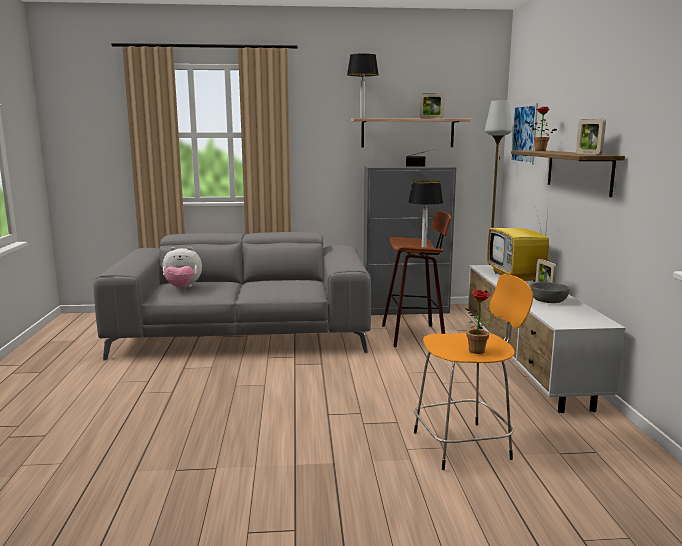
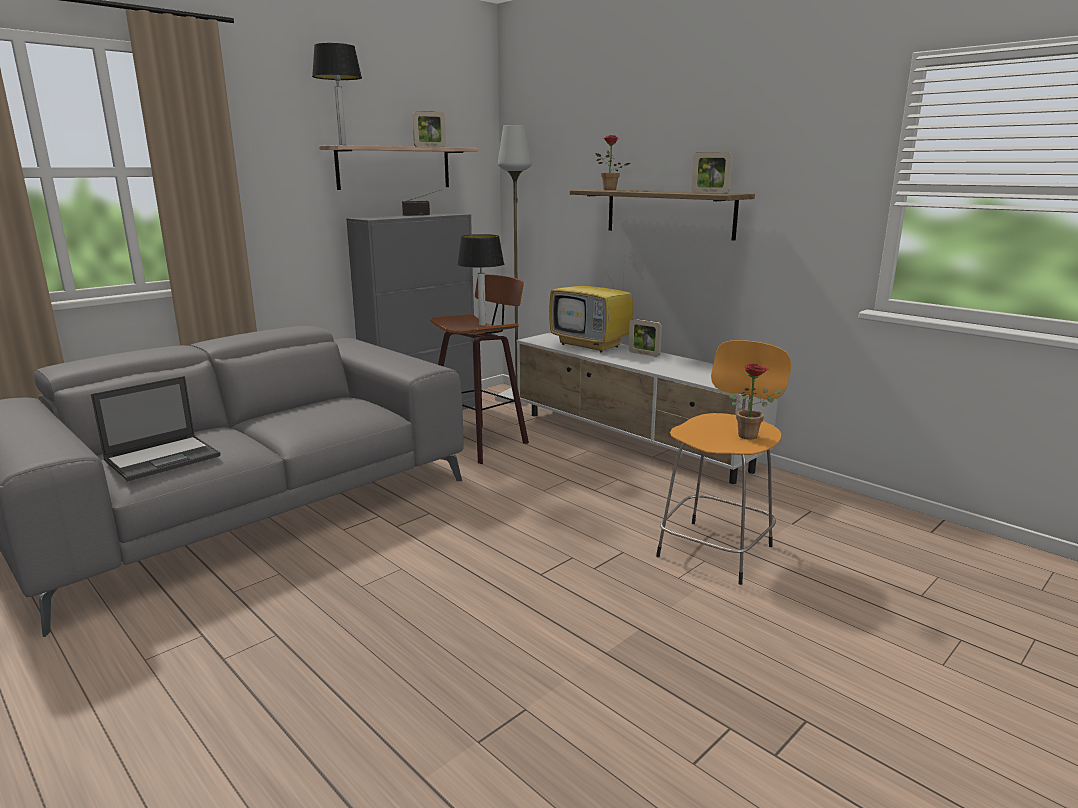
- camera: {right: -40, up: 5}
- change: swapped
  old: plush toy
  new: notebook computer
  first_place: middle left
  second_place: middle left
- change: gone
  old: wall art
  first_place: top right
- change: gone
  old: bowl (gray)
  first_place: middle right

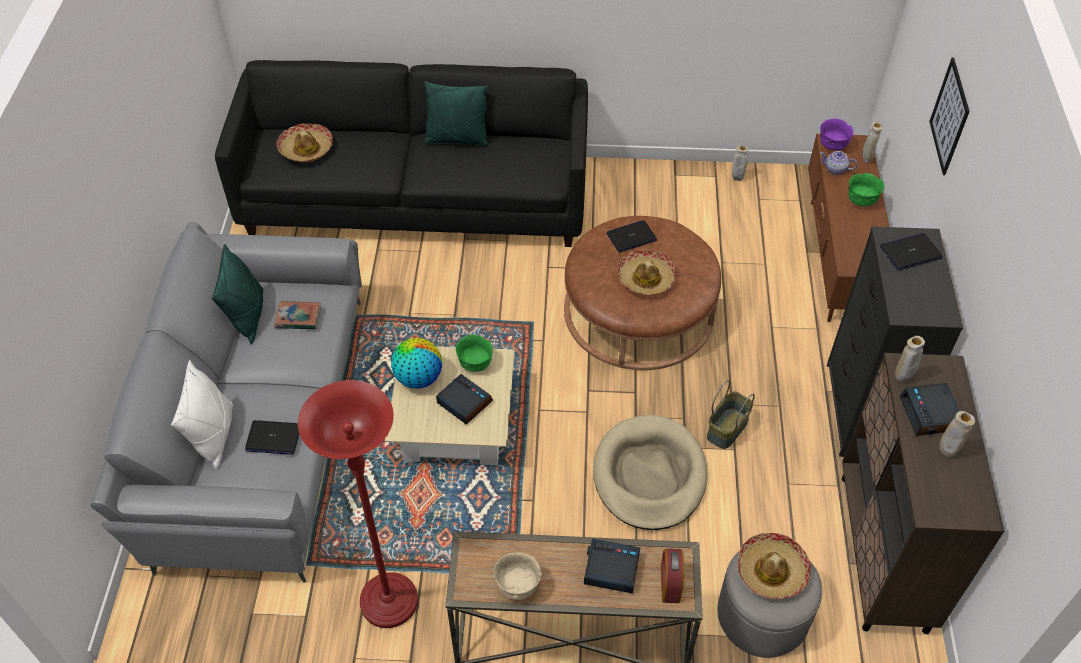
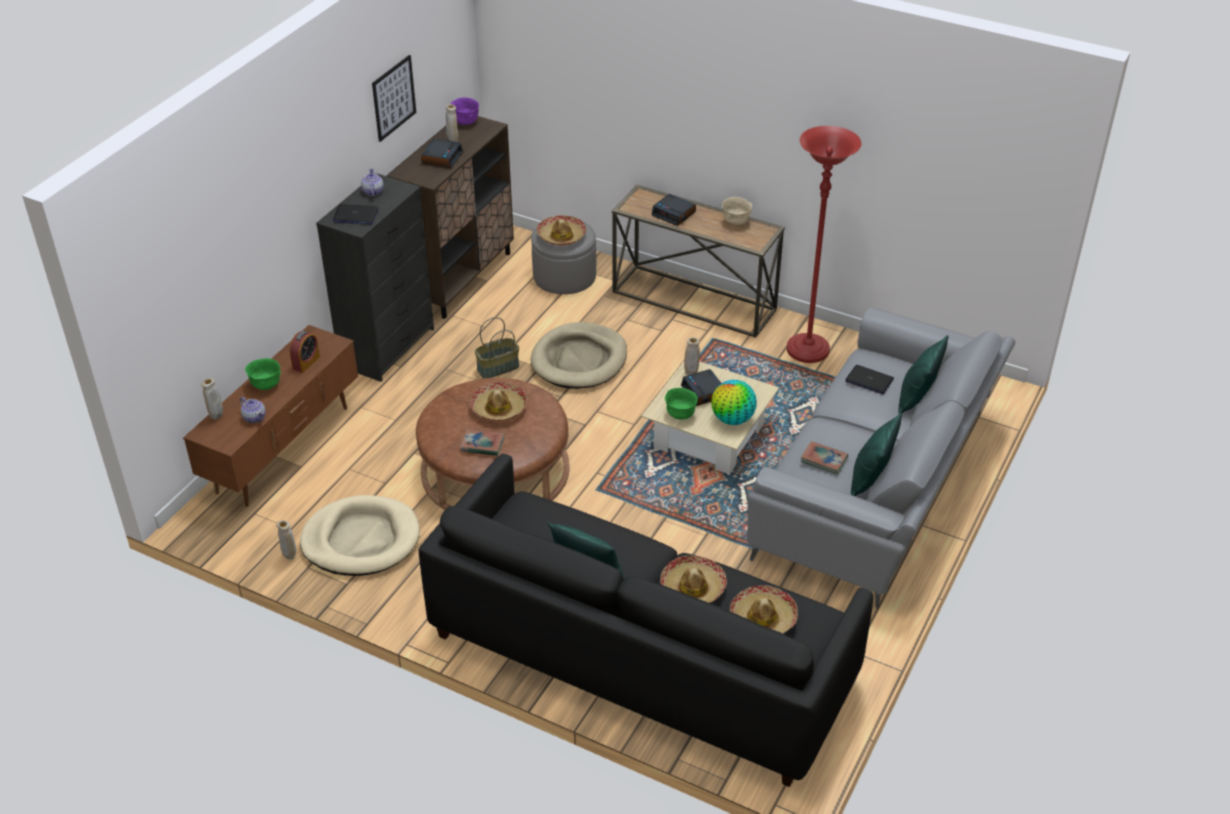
- camera: {right: -155, up: -10}
- change: shifted
  old: bedside clock (no. 3 from left in the first image)
  new: bedside clock (no. 1 from left)
  first_place: bottom centre
  second_place: middle left
- change: new
  new: pet bed (beige) (no. 1 from left)
  second_place: middle left
- change: new
  new: pot for tea (no. 2 from left)
  second_place: top left
- change: shifted
  old: wall art
  first_place: top right
  second_place: top left
- change: shifted
  old: bowl (purple)
  first_place: top right
  second_place: top centre
- change: swapped
  old: notebook computer (no. 2 from left)
  new: book (no. 1 from left)
  first_place: centre
  second_place: centre
- change: new
  new: hat (no. 3 from left)
  second_place: bottom centre
- change: shifted
  old: decorative vase (beige) (no. 3 from left in the first image)
  new: decorative vase (beige) (no. 4 from left)
  first_place: middle right
  second_place: centre
- change: repainted
  old: pillow (whitish)
  new: pillow (green-coloured) (no. 3 from left)
  first_place: middle left
  second_place: middle right

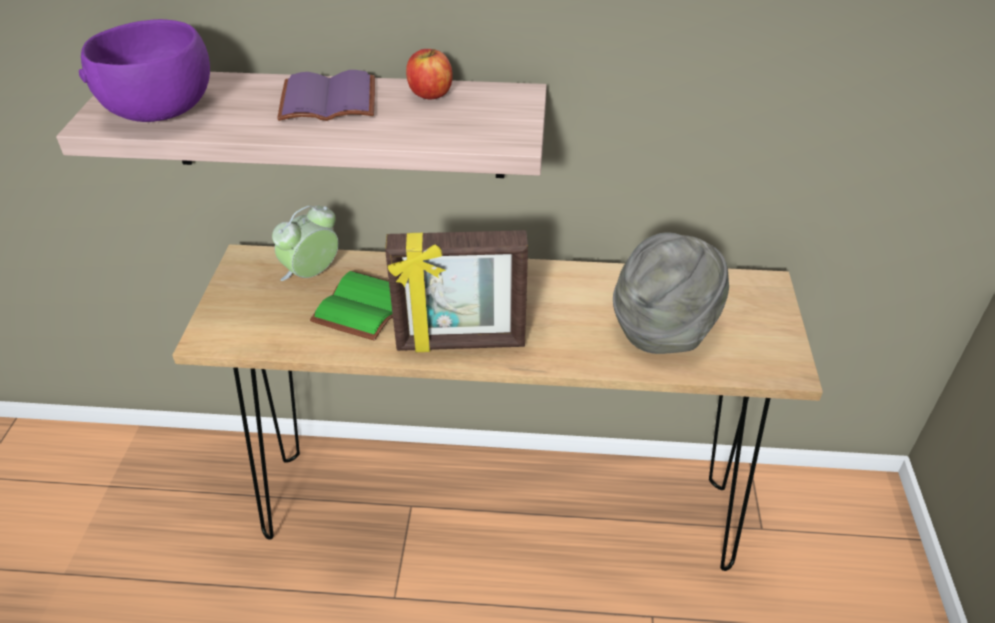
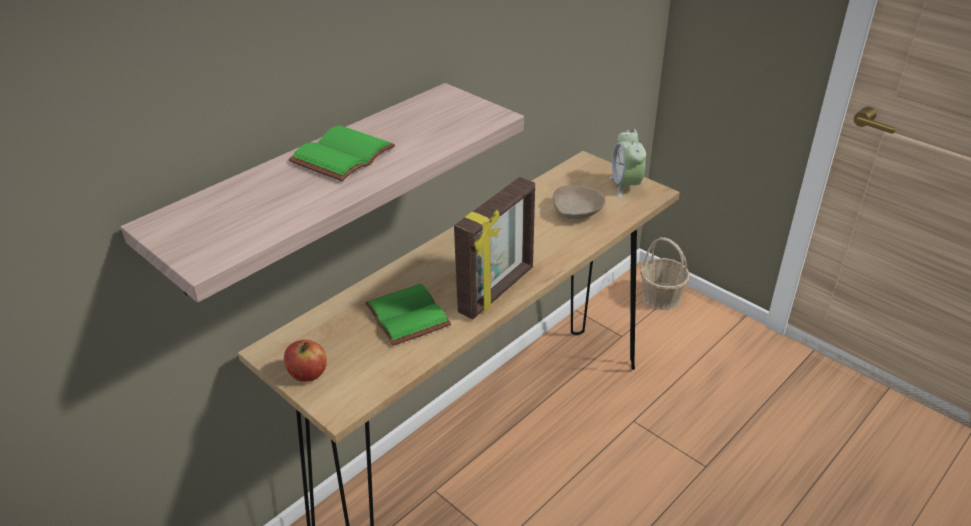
- camera: {right: -50, up: -5}
- change: shifted
  old: apple fruit
  first_place: top centre
  second_place: bottom left
- change: repainted
  old: book (purple)
  new: book (green-coloured) (no. 1 from left)
  first_place: top left
  second_place: top centre
- change: swapped
  old: hat (gray)
  new: bowl (beige)
  first_place: middle right
  second_place: centre
- change: shifted
  old: bedside clock
  first_place: middle left
  second_place: top centre
- change: new
  new: storage basket
  second_place: middle right
- change: gone
  old: bowl (purple)
  first_place: top left

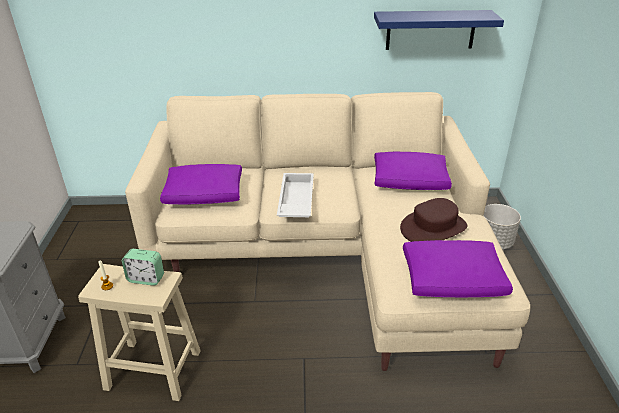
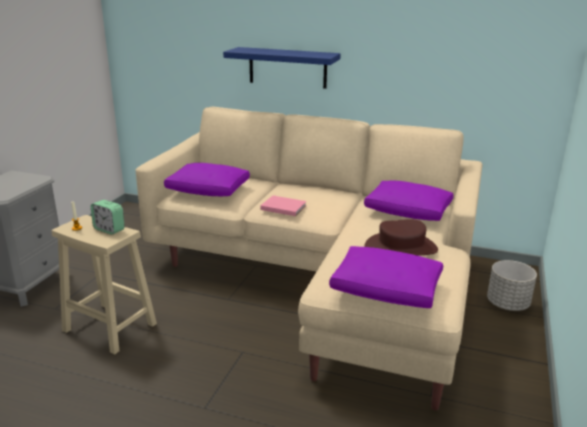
- camera: {right: 20, up: -10}
- change: shifted
  old: shelf (blue)
  first_place: top right
  second_place: top centre
- change: swapped
  old: tray (whitish)
  new: book (pink-coloured)
  first_place: centre
  second_place: centre

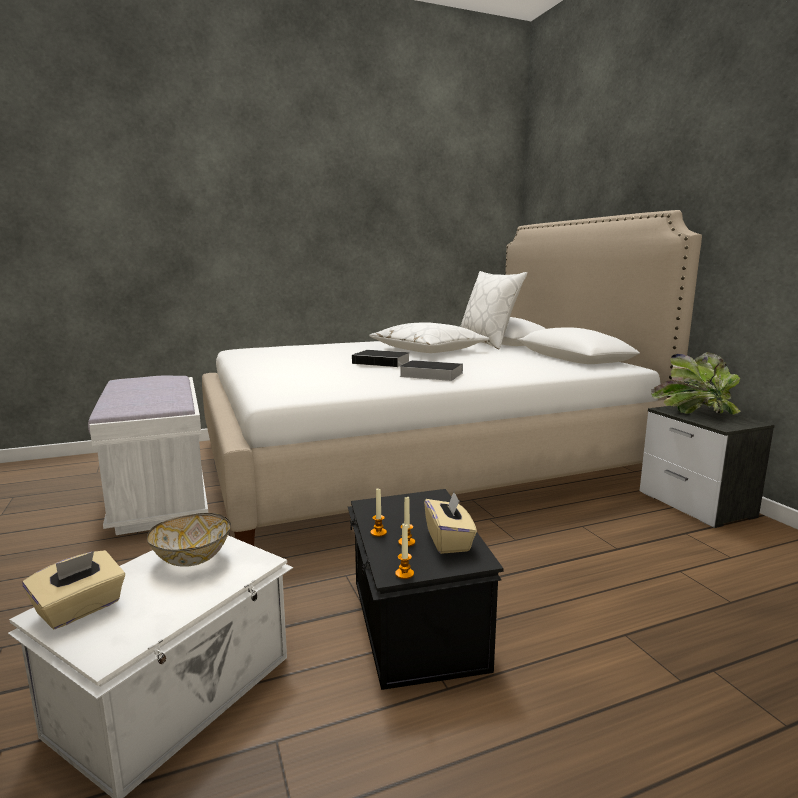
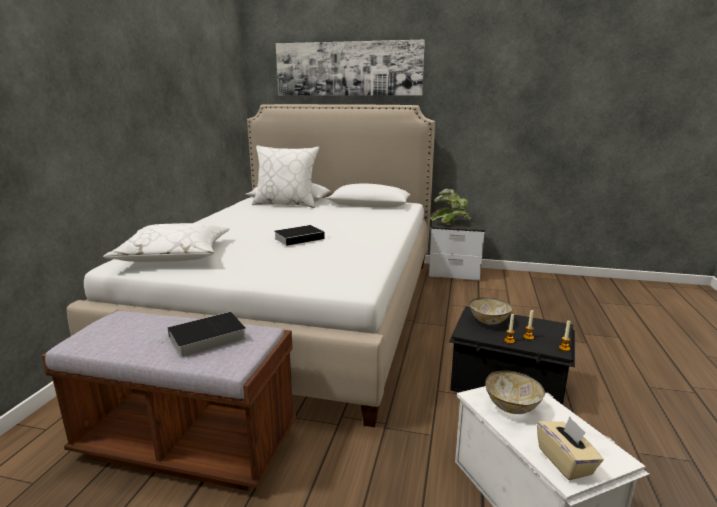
- camera: {right: -55, up: 5}
- change: repainted
  old: bench (whitish)
  new: bench (brown)
  first_place: middle left
  second_place: bottom left
- change: shifted
  old: pillow (whitish) (no. 1 from left)
  first_place: centre
  second_place: middle left
- change: shifted
  old: book (no. 2 from left in the first image)
  new: book (no. 1 from left)
  first_place: centre
  second_place: middle left
- change: new
  new: wall art
  second_place: top centre
- change: new
  new: bowl (no. 1 from left)
  second_place: middle right
- change: gone
  old: box of tissues (beige) (no. 2 from left)
  first_place: centre

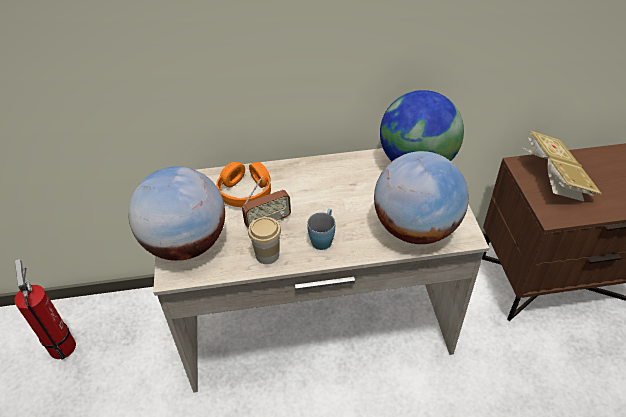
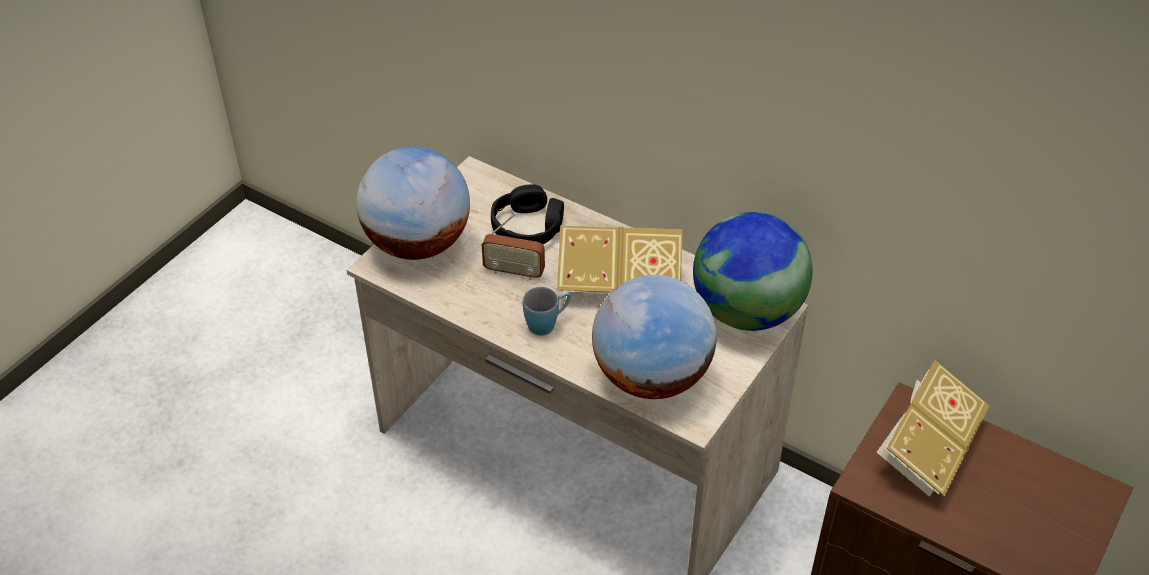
- camera: {right: 40, up: 0}
- change: repainted
  old: headset (orange-coloured)
  new: headset (black-coloured)
  first_place: centre
  second_place: centre
- change: new
  new: book (no. 1 from left)
  second_place: centre
- change: gone
  old: fire-fighting cylinder
  first_place: bottom left
- change: gone
  old: small cup
  first_place: centre

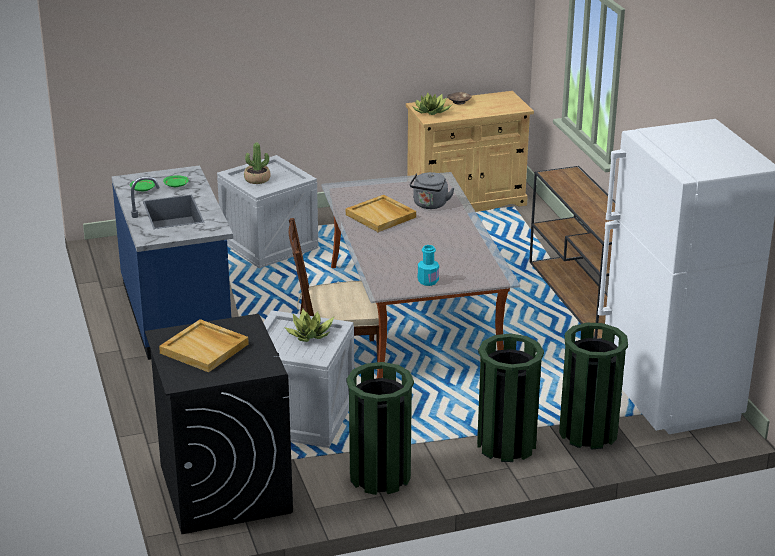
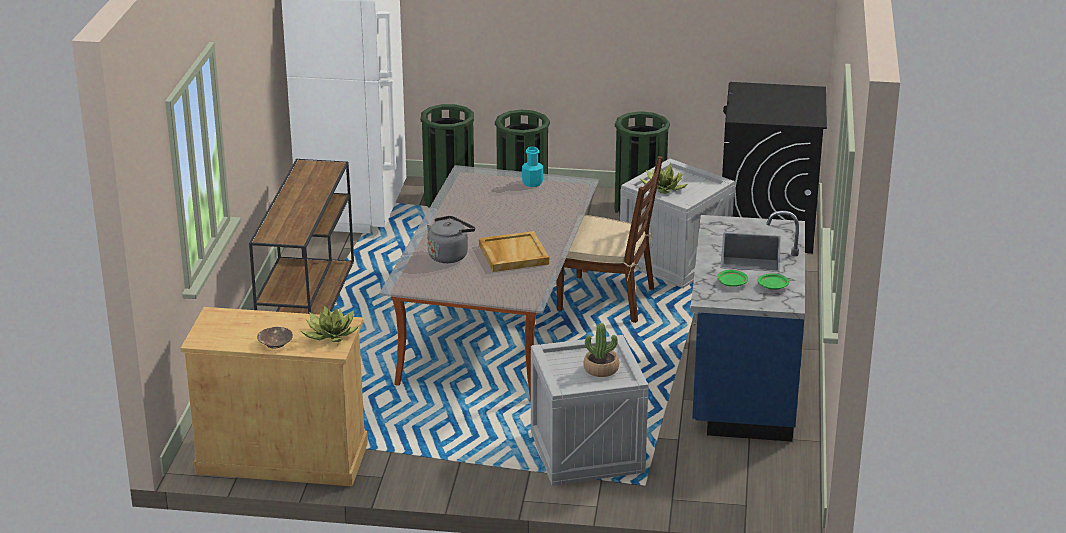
- camera: {right: -155, up: 0}
- change: gone
  old: tray (beige) (no. 1 from left)
  first_place: middle left

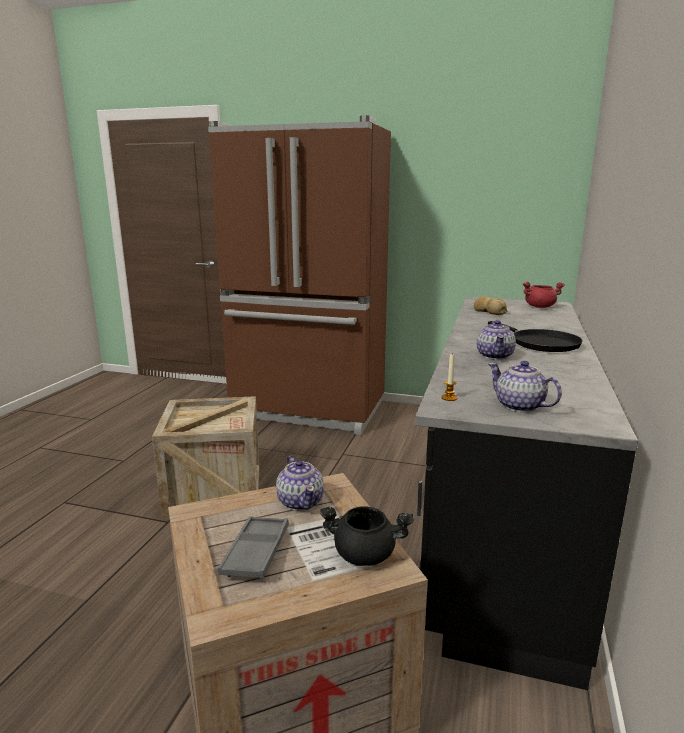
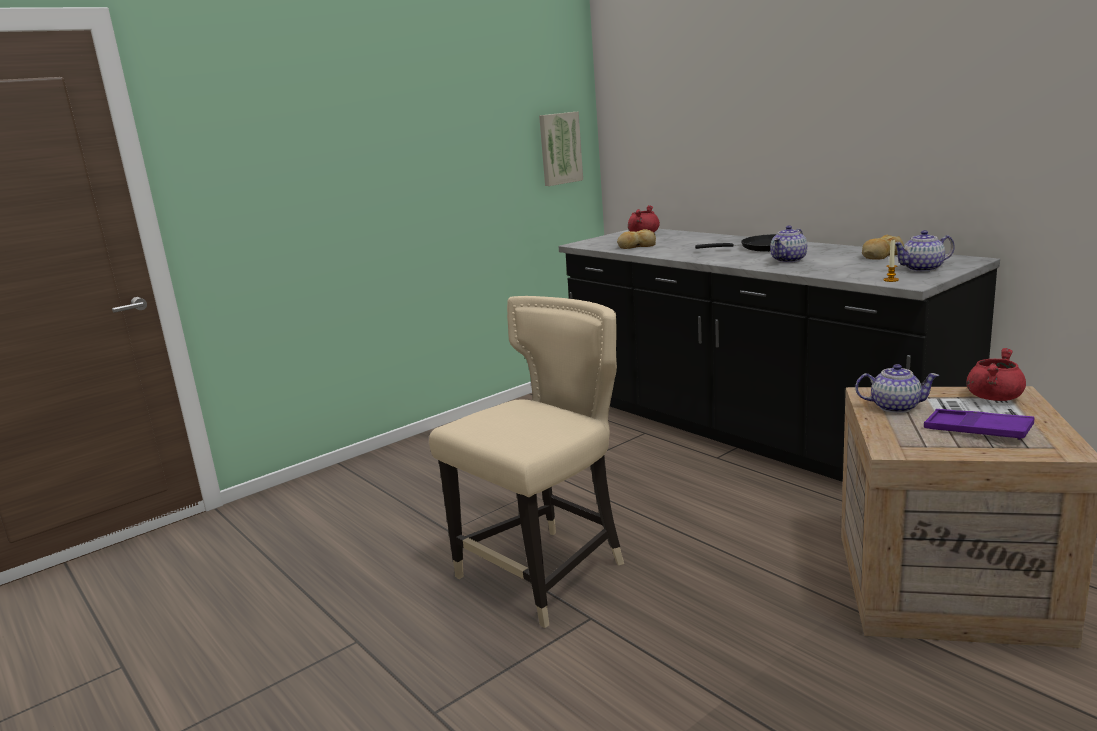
- camera: {right: -55, up: 0}
- change: swapped
  old: packing crate (no. 1 from left)
  new: chair (beige)
  first_place: middle left
  second_place: centre
- change: new
  new: wall art
  second_place: top centre
- change: rotated
  old: pot for tea (no. 2 from left in the first image)
  first_place: middle right
  second_place: middle right
  degrees: 90
- change: new
  new: baked bread (no. 2 from left)
  second_place: middle right
- change: repainted
  old: tray (gray)
  new: tray (purple)
  first_place: bottom centre
  second_place: middle right
- change: repainted
  old: stockpot (black-coloured)
  new: stockpot (red) (no. 2 from left)
  first_place: bottom centre
  second_place: middle right
- change: gone
  old: fridge (brown)
  first_place: centre

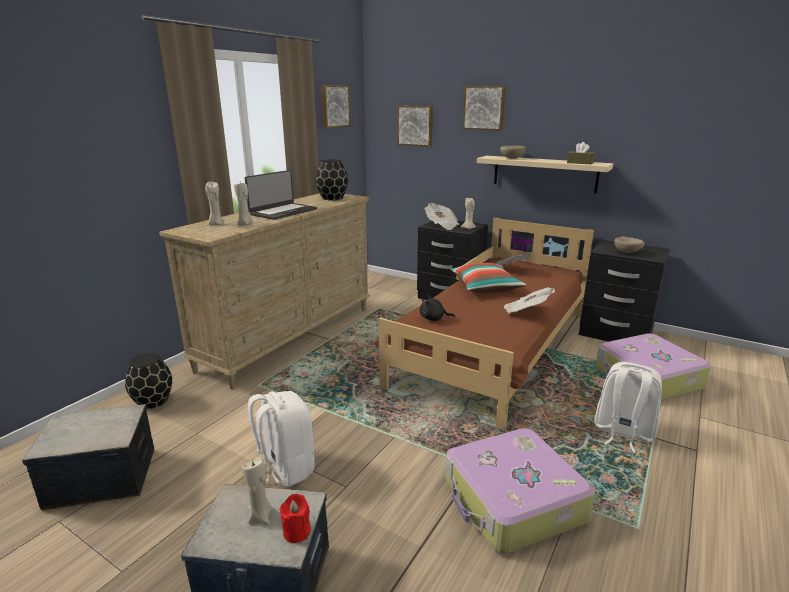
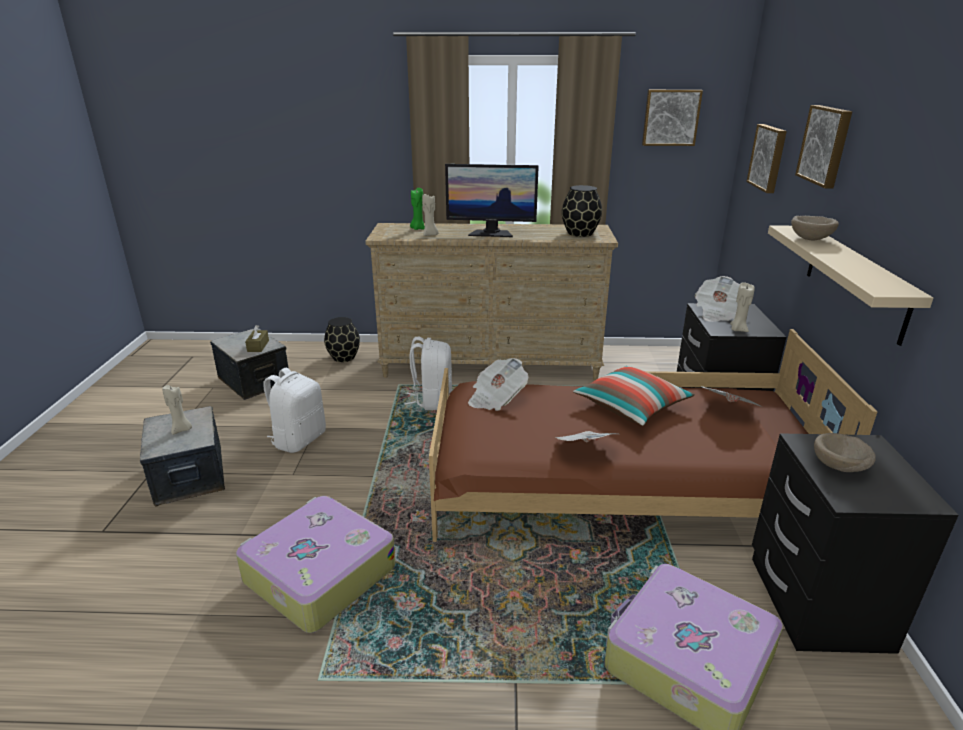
- camera: {right: 60, up: 5}
- change: shifted
  old: box of tissues (brown)
  first_place: top right
  second_place: middle left
- change: shifted
  old: knapsack (whitish) (no. 2 from left)
  first_place: bottom right
  second_place: centre
- change: repainted
  old: wax candle (beige) (no. 1 from left)
  new: wax candle (green-coloured)
  first_place: middle left
  second_place: top centre
- change: swapped
  old: notebook computer
  new: monitor
  first_place: top centre
  second_place: top centre
- change: swapped
  old: plush toy (black-coloured)
  new: printed paper (no. 1 from left)
  first_place: centre
  second_place: centre
- change: gone
  old: wax candle (red)
  first_place: bottom centre

